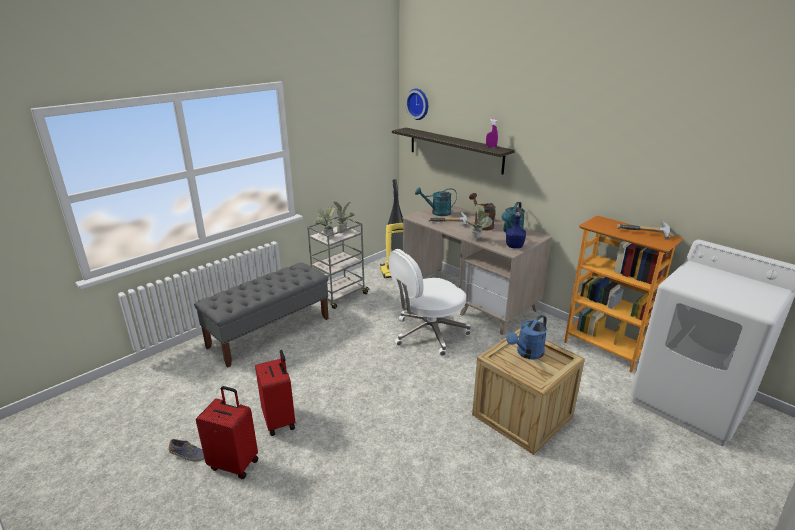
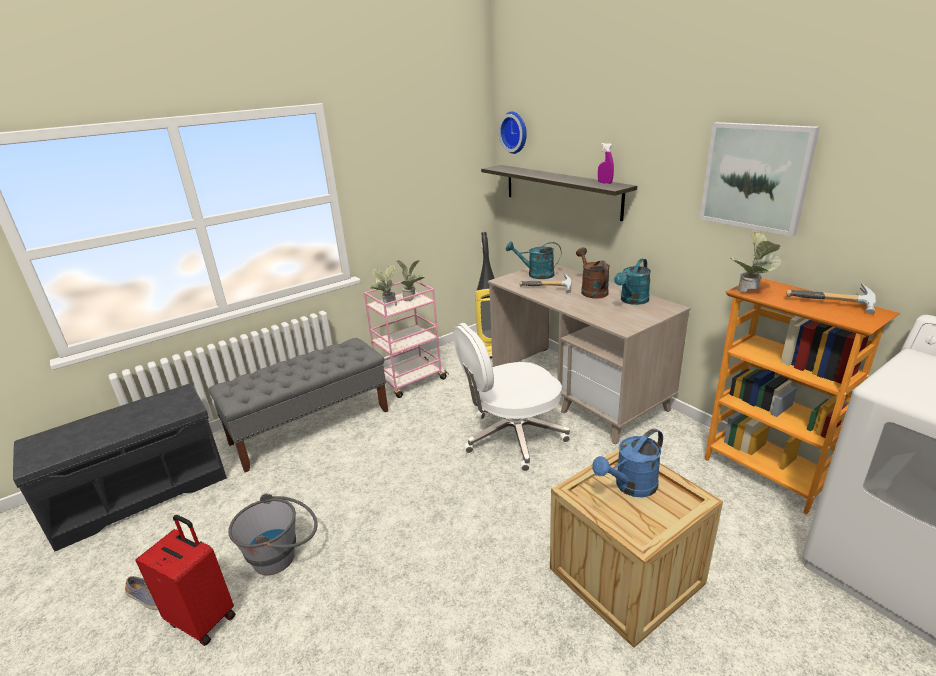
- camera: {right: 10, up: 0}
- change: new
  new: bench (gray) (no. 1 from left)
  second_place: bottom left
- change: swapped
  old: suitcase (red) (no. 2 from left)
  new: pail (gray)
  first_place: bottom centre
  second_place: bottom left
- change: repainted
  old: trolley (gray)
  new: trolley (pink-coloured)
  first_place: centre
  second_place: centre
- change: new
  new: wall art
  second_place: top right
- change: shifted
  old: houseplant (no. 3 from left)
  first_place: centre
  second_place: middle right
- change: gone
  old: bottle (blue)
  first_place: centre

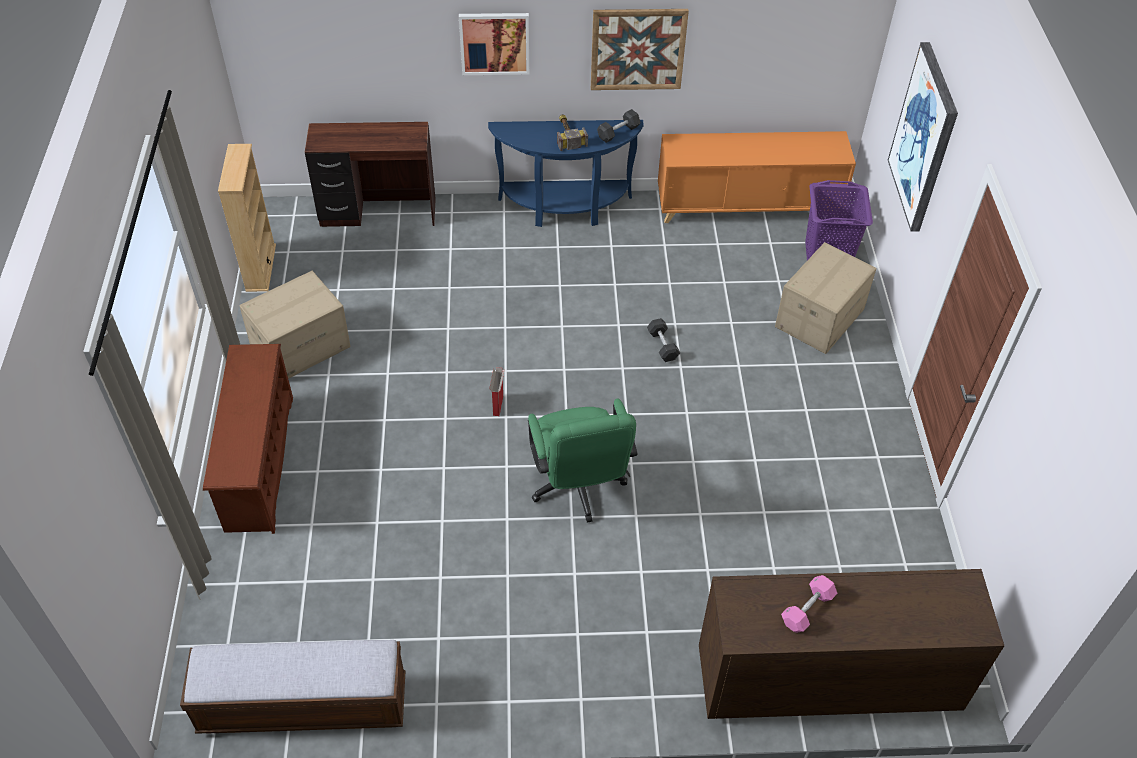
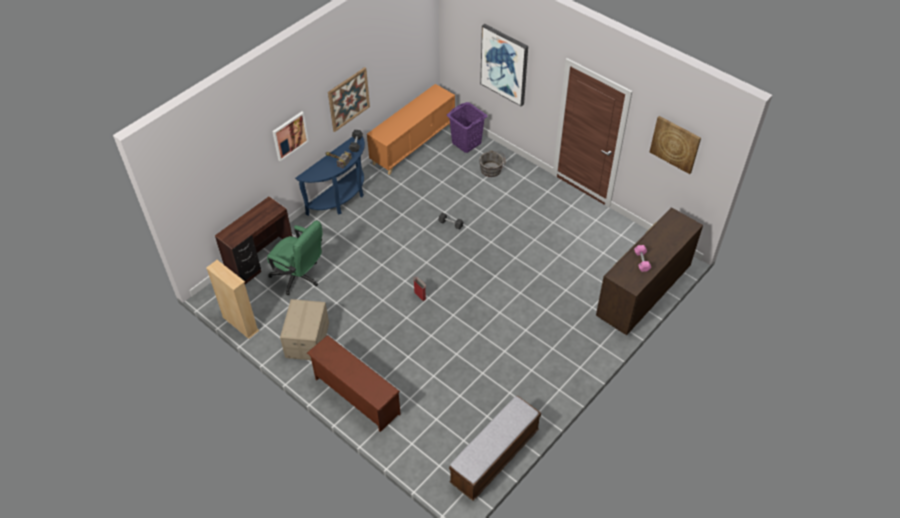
- camera: {right: -45, up: 0}
- change: shifted
  old: office chair (green-coloured)
  first_place: centre
  second_place: middle left
- change: swapped
  old: cardboard box (no. 3 from left)
  new: pail (gray)
  first_place: middle right
  second_place: top centre
- change: new
  new: wall art (no. 4 from left)
  second_place: top right

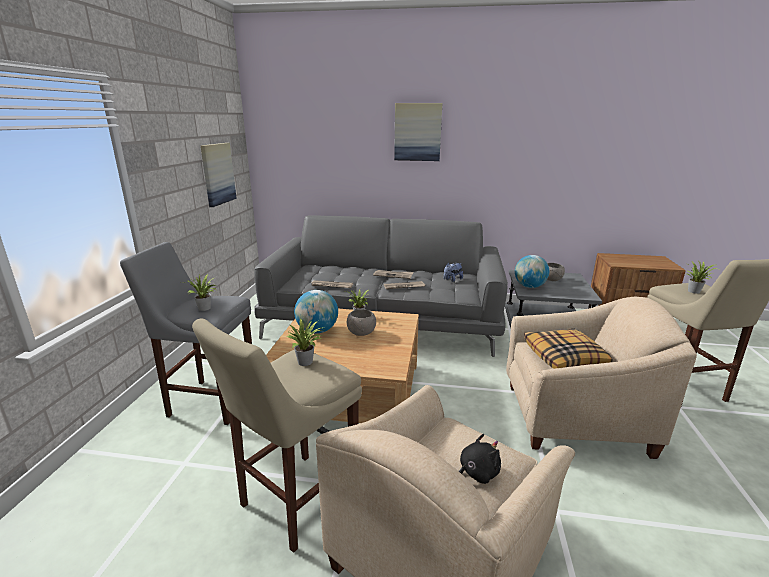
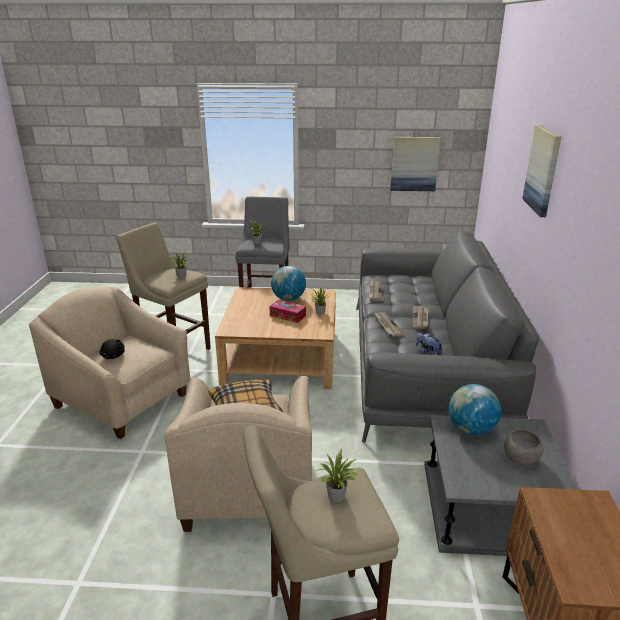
- camera: {right: 85, up: 5}
- change: swapped
  old: bowl (gray) (no. 1 from left)
  new: box of tissues
  first_place: centre
  second_place: centre

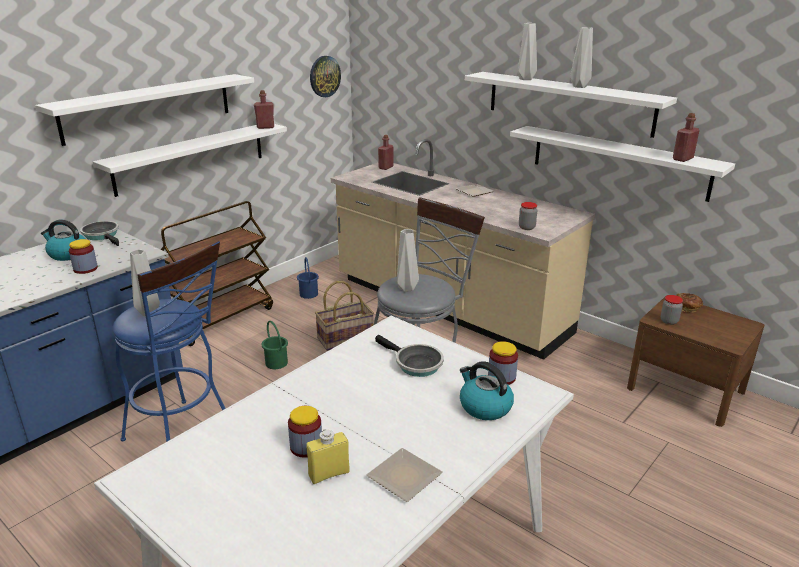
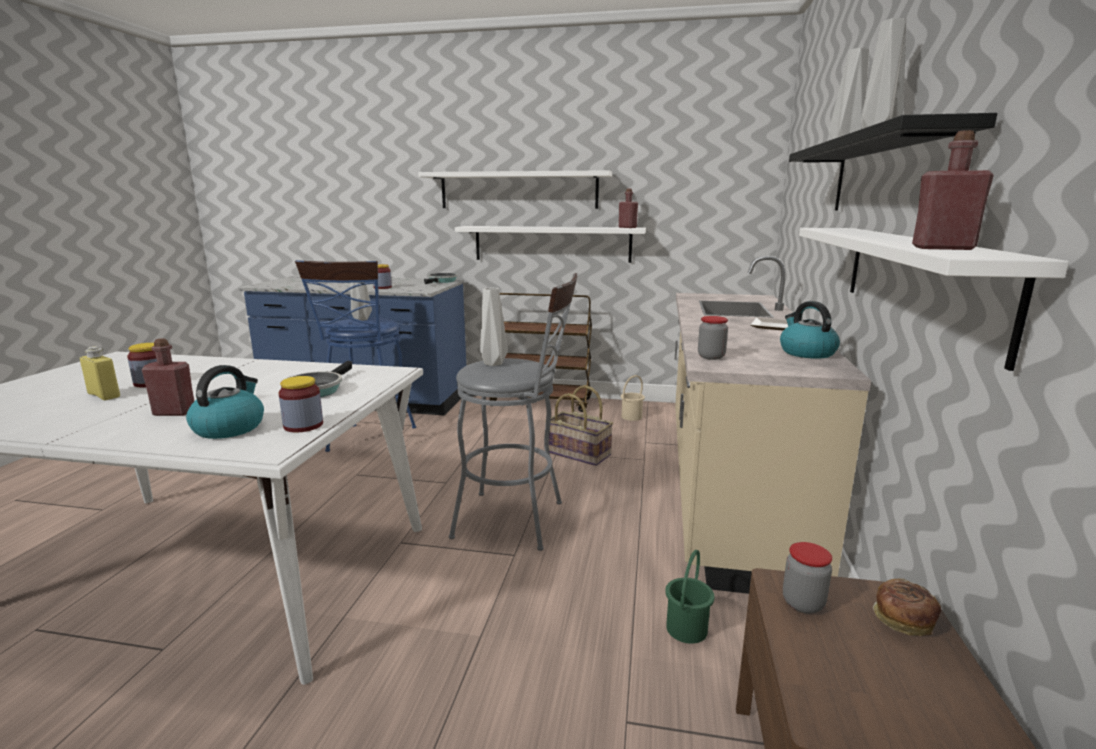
- camera: {right: 60, up: -10}
- change: shifted
  old: bottle (red) (no. 2 from left in the first image)
  new: bottle (red) (no. 1 from left)
  first_place: top centre
  second_place: middle left
- change: repainted
  old: pail (blue)
  new: pail (beige)
  first_place: centre
  second_place: centre
- change: shifted
  old: pail (green-coloured)
  first_place: centre
  second_place: bottom centre
- change: shifted
  old: kettle (no. 1 from left in the first image)
  new: kettle (no. 2 from left)
  first_place: middle left
  second_place: middle right
- change: repainted
  old: shelf (whitish) (no. 3 from left)
  new: shelf (black-coloured)
  first_place: top right
  second_place: top right
- change: gone
  old: wall clock
  first_place: top centre
- change: gone
  old: flat dish (no. 1 from left)
  first_place: bottom centre

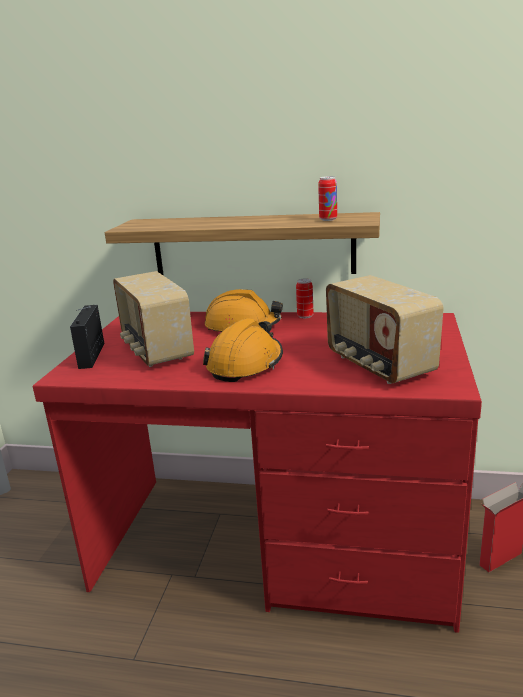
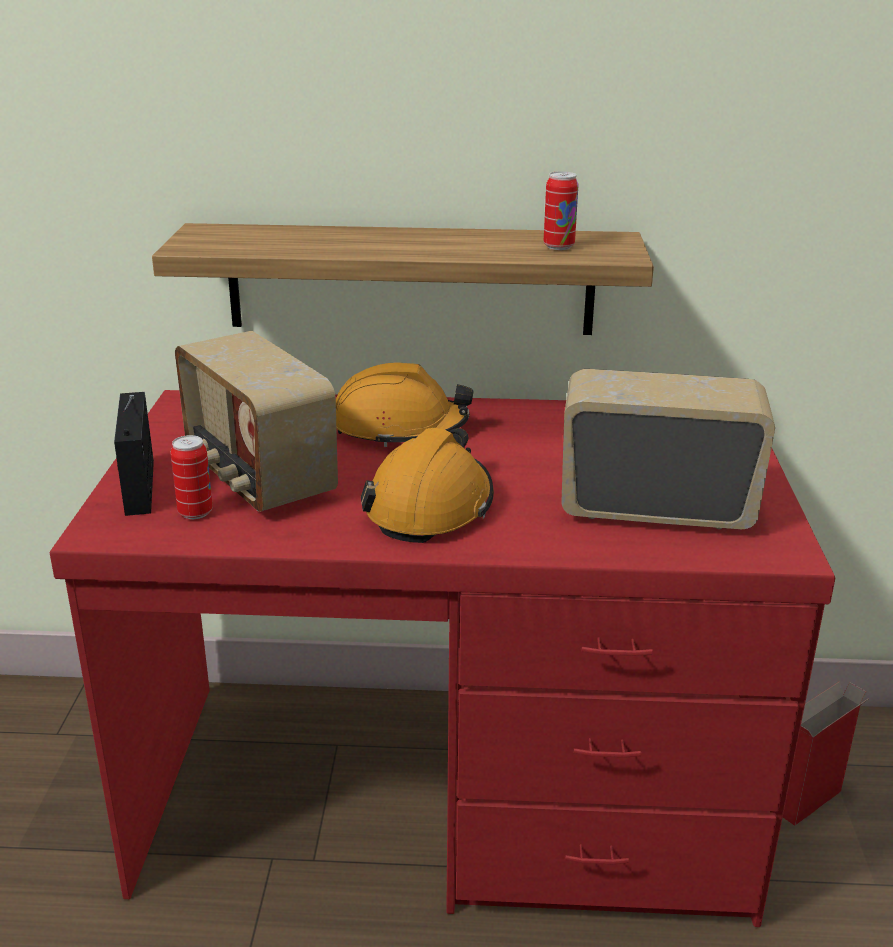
- camera: {right: -10, up: 5}
- change: shifted
  old: metal can (no. 1 from left)
  first_place: centre
  second_place: middle left
- change: rotated
  old: radio (no. 3 from left)
  first_place: middle right
  second_place: middle right
  degrees: 135

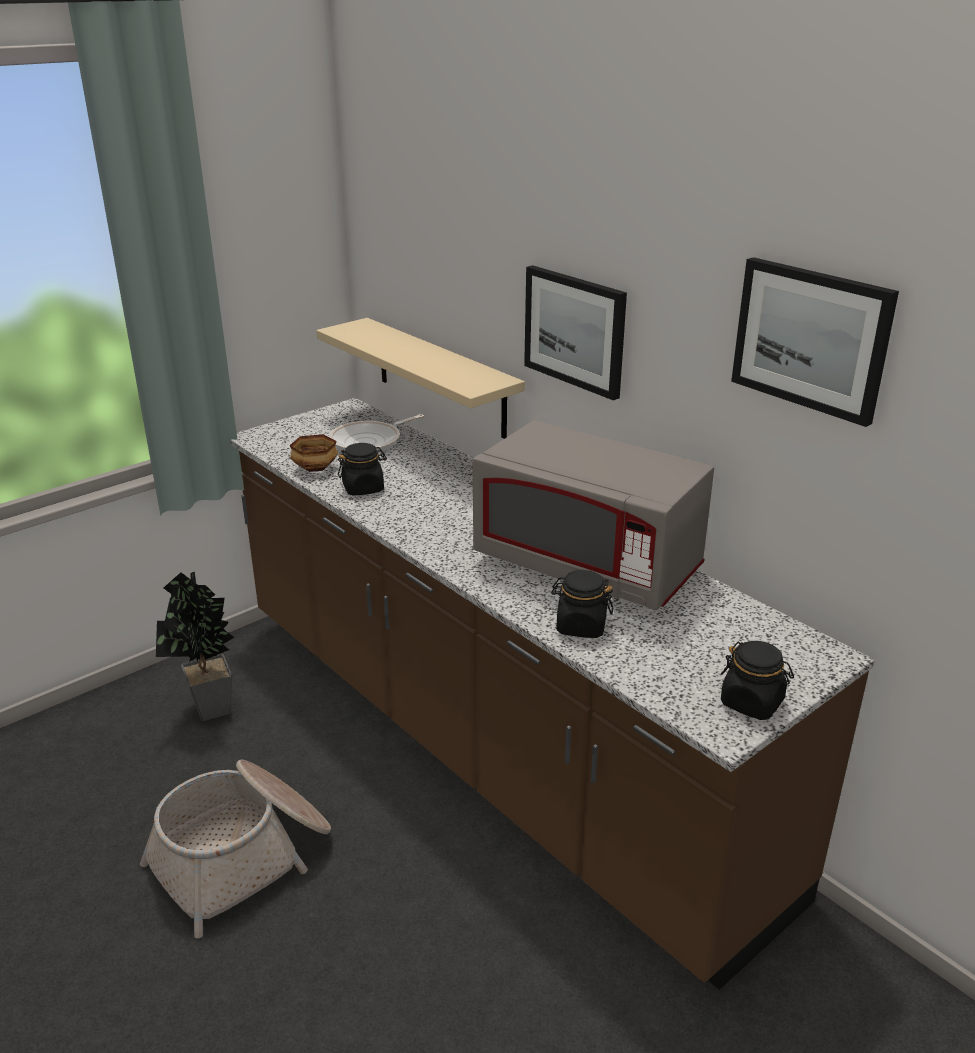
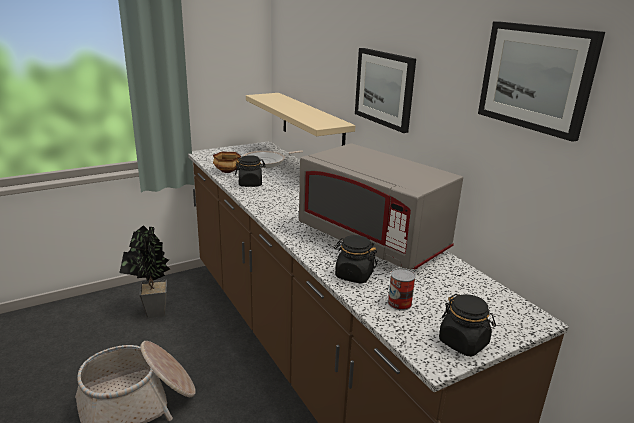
- camera: {right: 10, up: -5}
- change: new
  new: metal can
  second_place: bottom centre

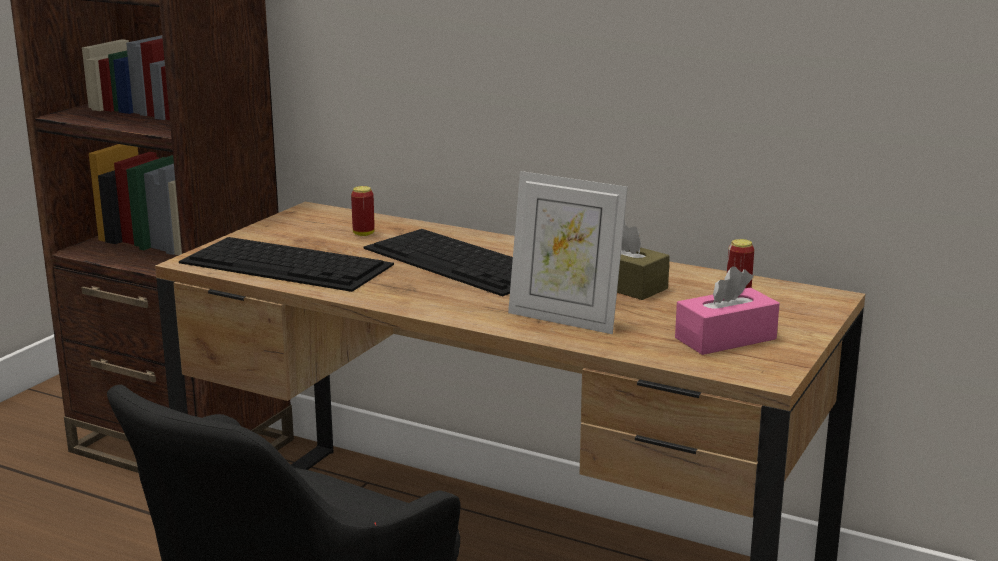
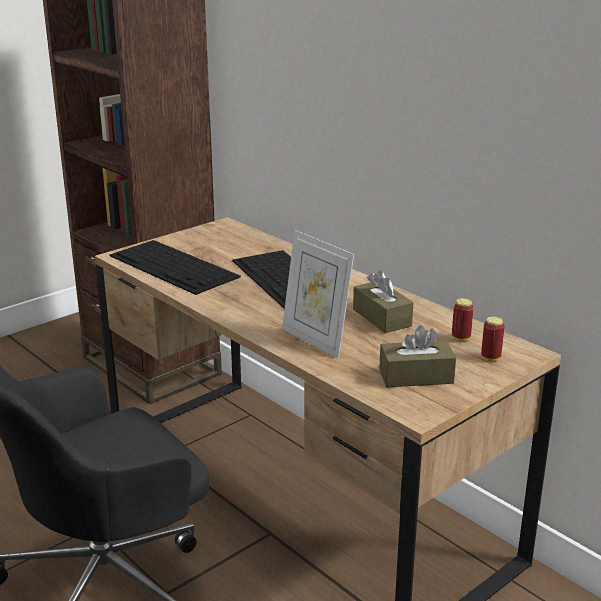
- camera: {right: 20, up: 5}
- change: repainted
  old: box of tissues (pink-coloured)
  new: box of tissues (brown) (no. 2 from left)
  first_place: middle right
  second_place: middle right
- change: shifted
  old: metal can (no. 1 from left in the first image)
  new: metal can (no. 2 from left)
  first_place: centre
  second_place: middle right

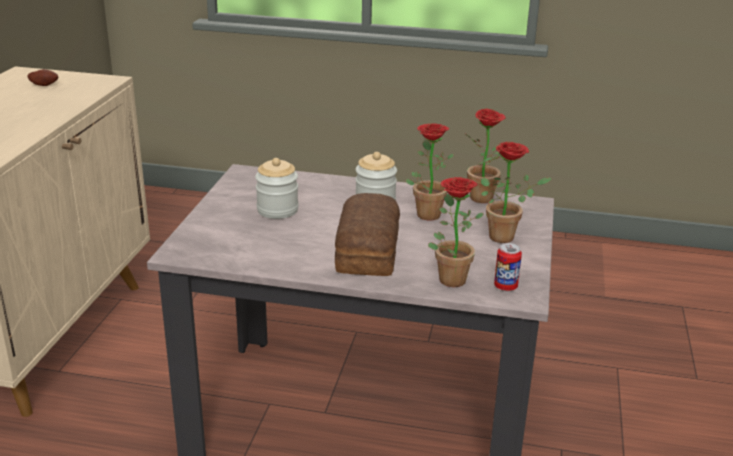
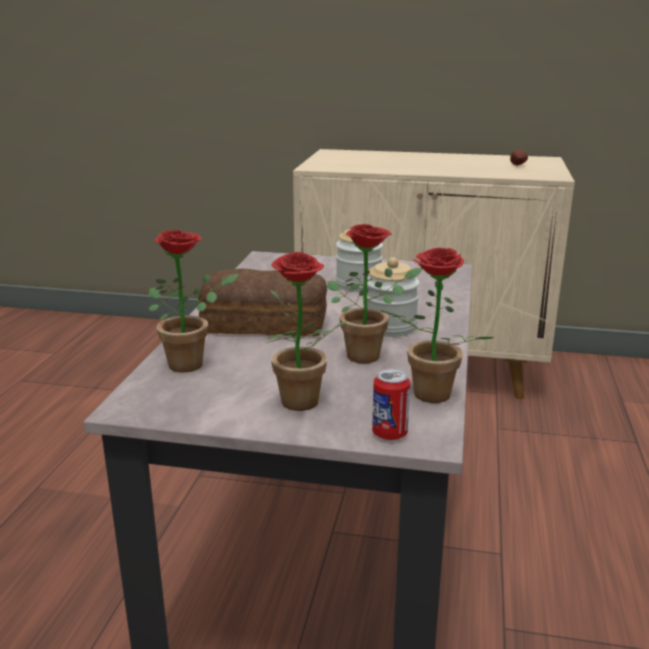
- camera: {right: 90, up: -5}
- change: shifted
  old: metal can
  first_place: middle right
  second_place: centre

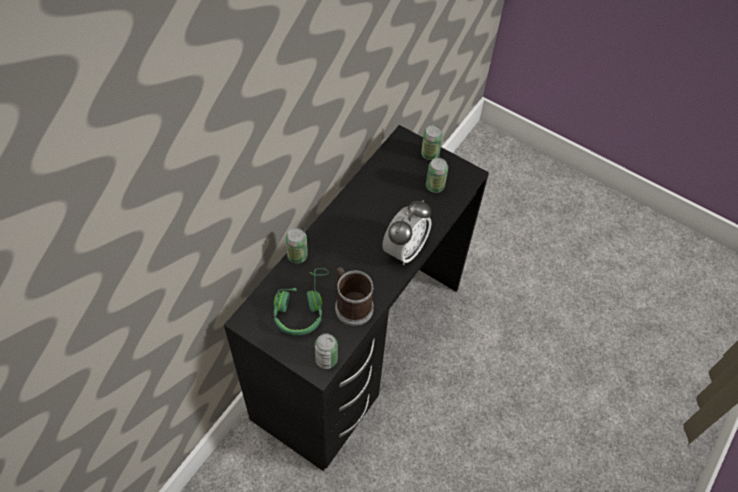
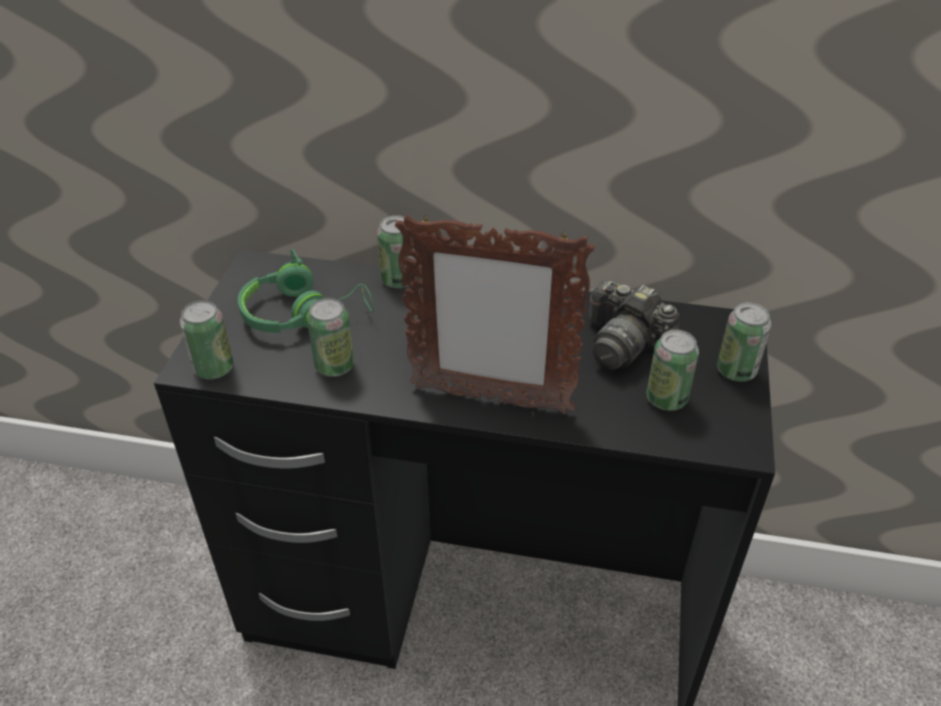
- camera: {right: 70, up: -15}
- change: swapped
  old: mug
  new: metal can (no. 2 from left)
  first_place: centre
  second_place: centre
- change: swapped
  old: bedside clock
  new: picture frame
  first_place: centre
  second_place: centre
- change: new
  new: still camera
  second_place: middle right

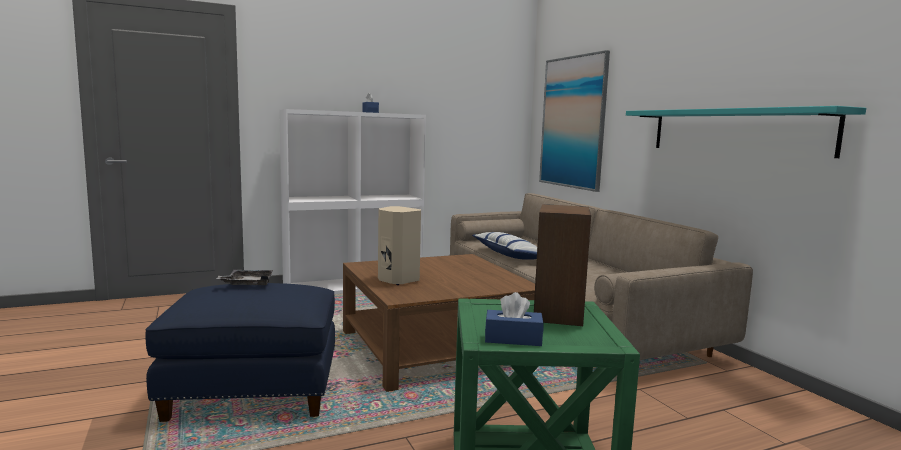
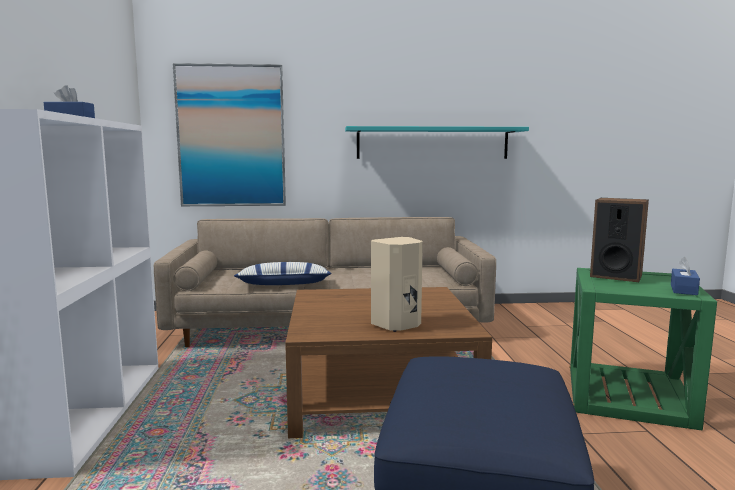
- camera: {right: -70, up: 0}
- change: gone
  old: tray (gray)
  first_place: middle left

